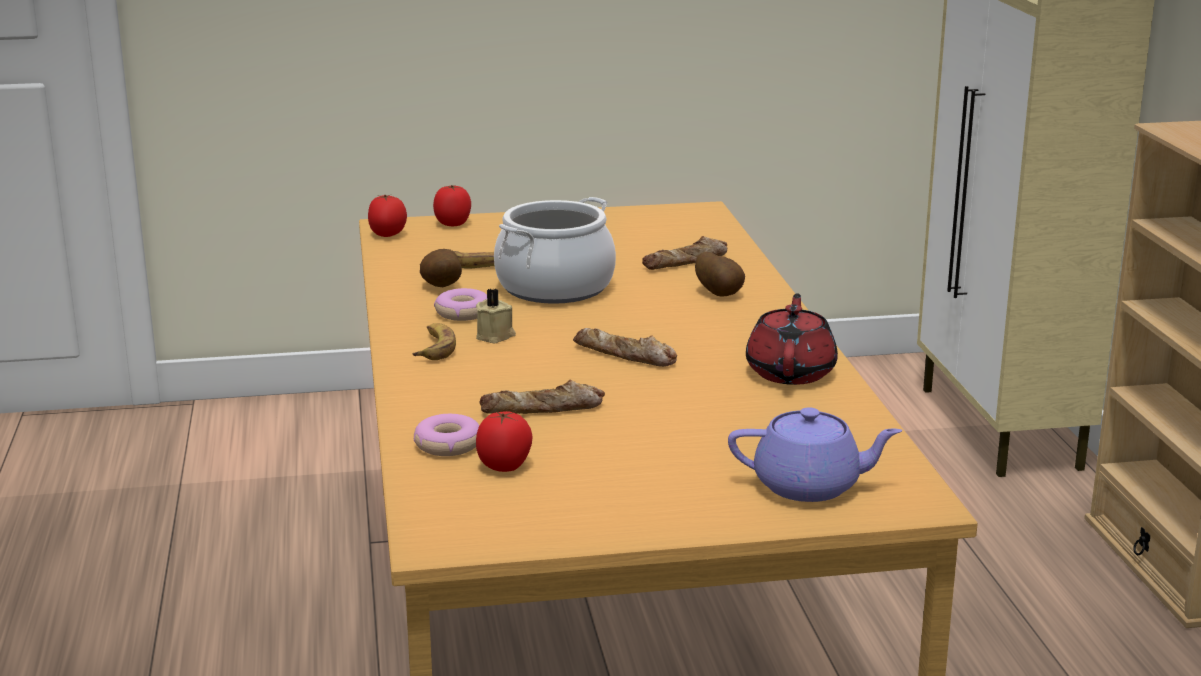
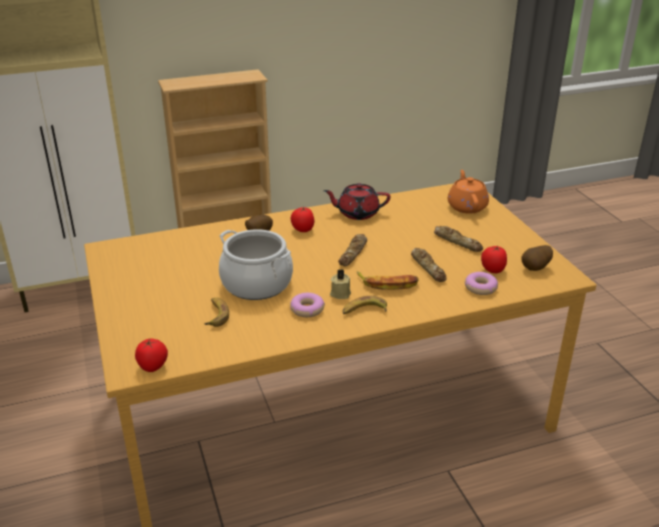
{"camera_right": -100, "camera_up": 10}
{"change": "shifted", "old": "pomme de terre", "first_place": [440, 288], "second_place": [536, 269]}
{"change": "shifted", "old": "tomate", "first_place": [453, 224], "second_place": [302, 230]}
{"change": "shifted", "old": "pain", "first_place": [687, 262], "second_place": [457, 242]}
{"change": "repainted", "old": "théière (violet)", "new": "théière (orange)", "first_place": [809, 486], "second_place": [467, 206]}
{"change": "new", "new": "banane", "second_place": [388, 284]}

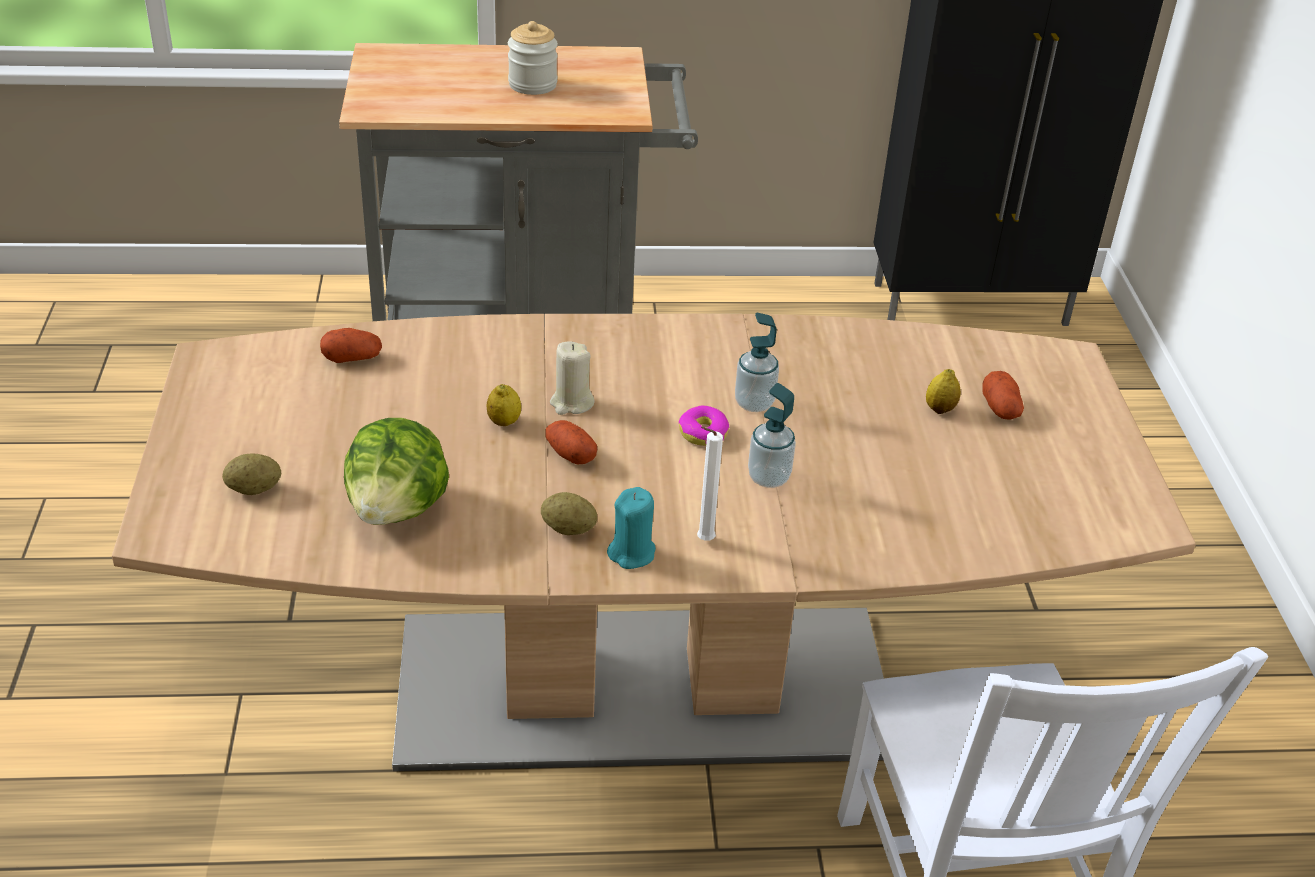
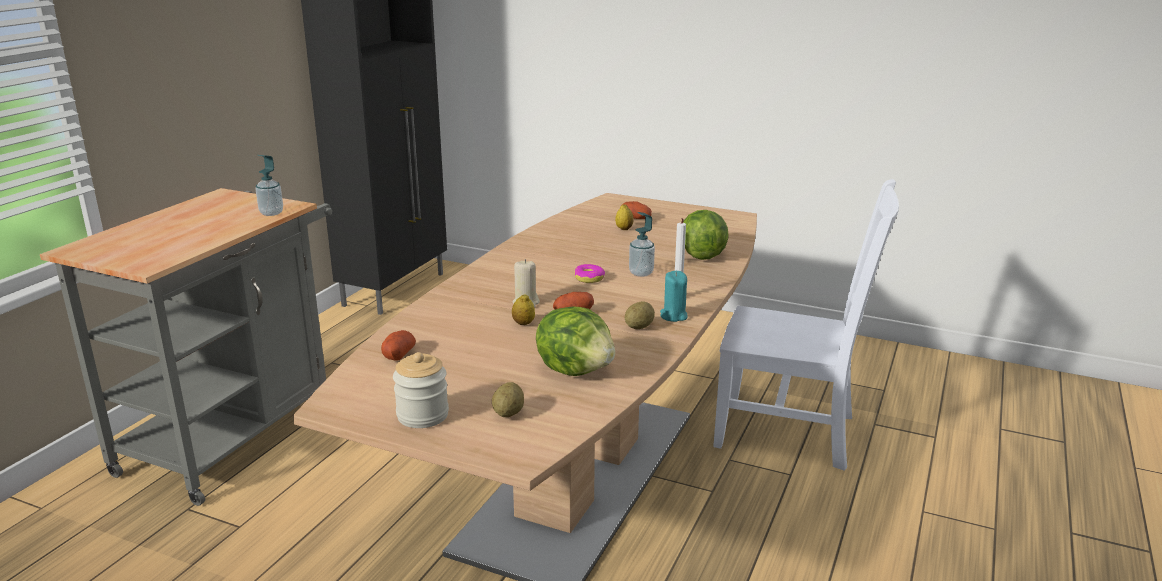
{"camera_right": -60, "camera_up": -15}
{"change": "shifted", "old": "bocal", "first_place": [532, 84], "second_place": [422, 415]}
{"change": "shifted", "old": "distributeur de savon", "first_place": [754, 403], "second_place": [271, 213]}
{"change": "new", "new": "laitue", "second_place": [702, 253]}

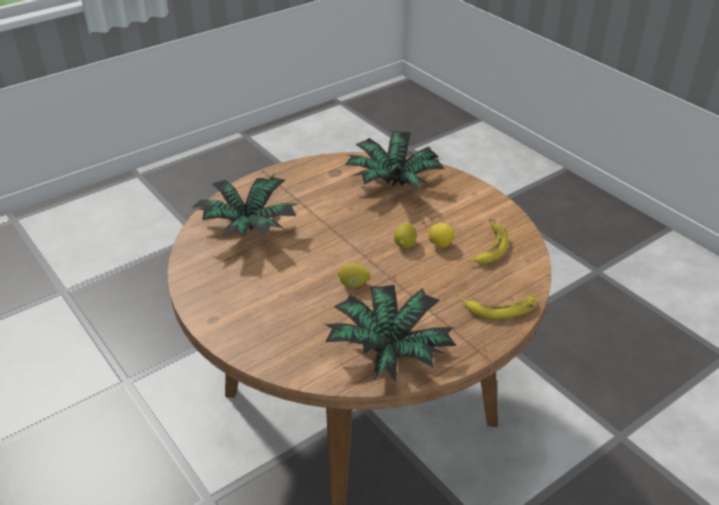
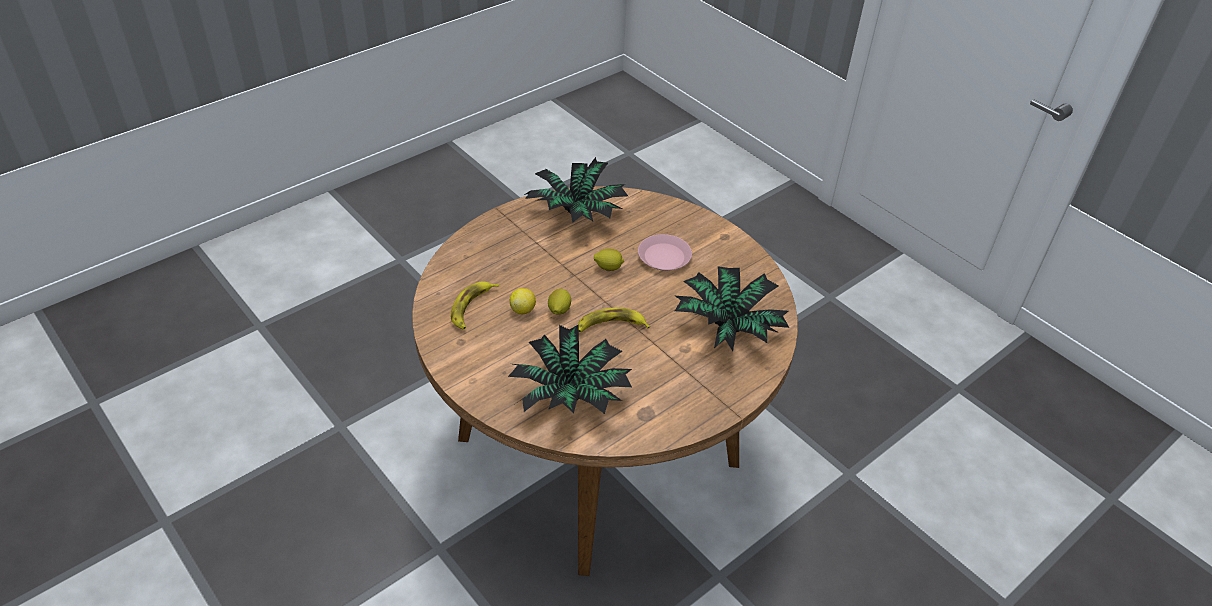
{"camera_right": 175, "camera_up": 5}
{"change": "shifted", "old": "banane", "first_place": [501, 308], "second_place": [610, 325]}
{"change": "new", "new": "assiette (rose)", "second_place": [664, 256]}

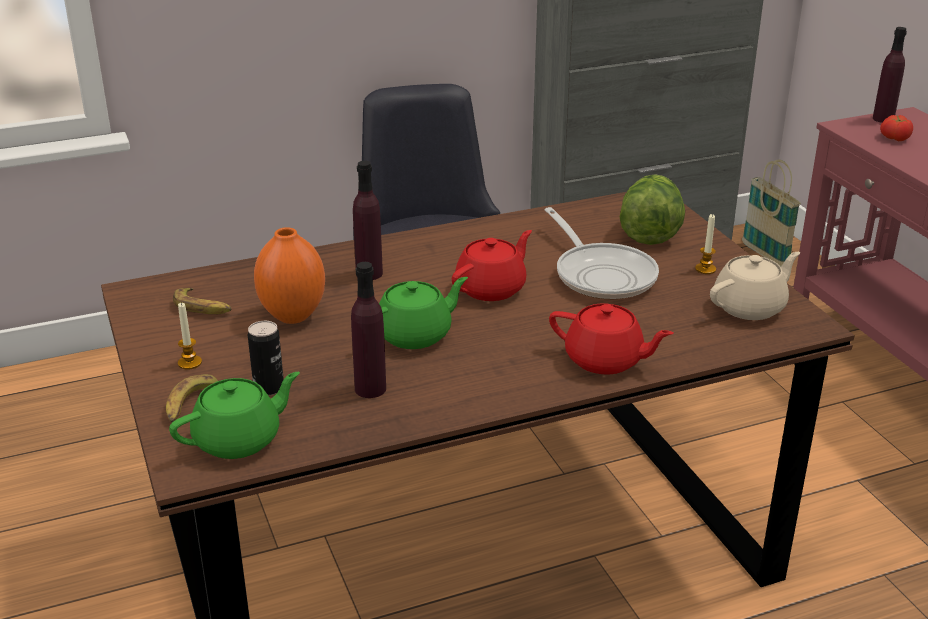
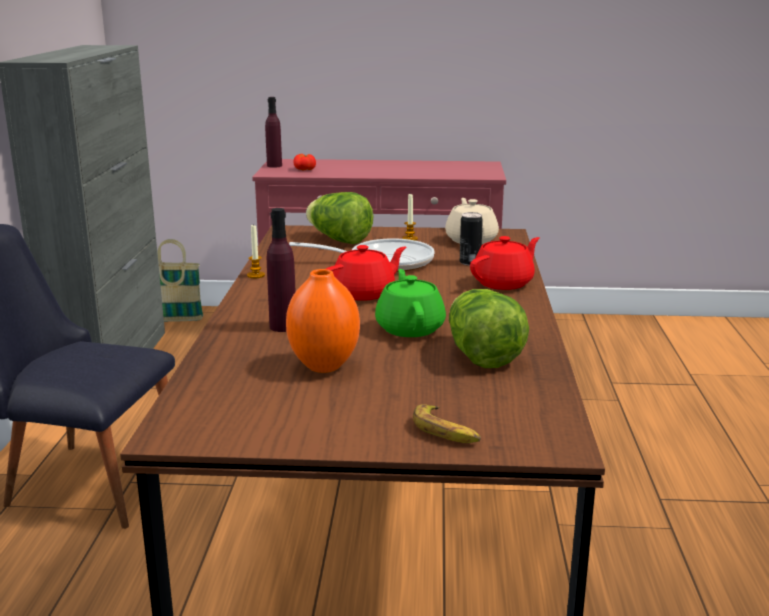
{"camera_right": -65, "camera_up": -10}
{"change": "gone", "old": "théière (vert)", "first_place": [239, 440]}
{"change": "gone", "old": "banane", "first_place": [202, 307]}
{"change": "shifted", "old": "bougie", "first_place": [190, 363], "second_place": [256, 275]}
{"change": "shifted", "old": "boîte métallique", "first_place": [269, 387], "second_place": [470, 262]}
{"change": "swapped", "old": "bouteille (violet)", "new": "laitue", "first_place": [370, 389], "second_place": [481, 356]}
{"change": "rotated", "old": "théière (rouge)", "first_place": [492, 288], "second_place": [364, 293], "degrees": 75}

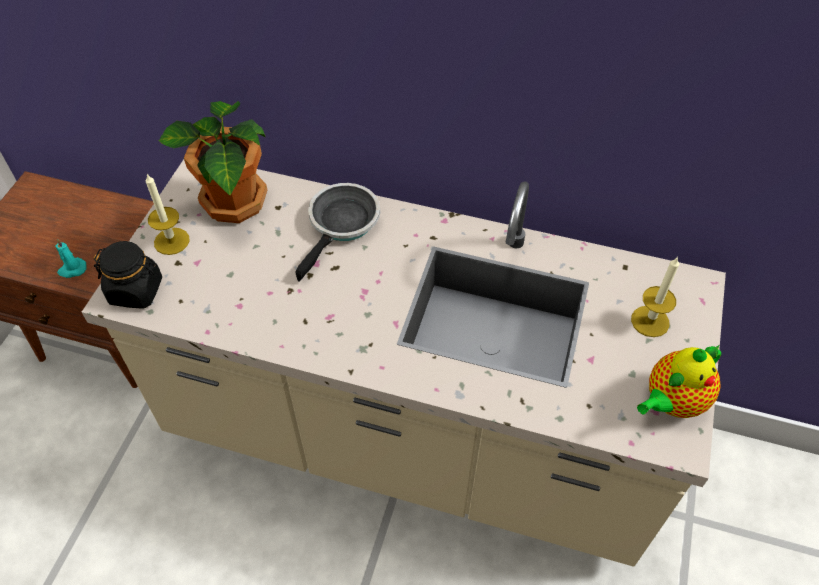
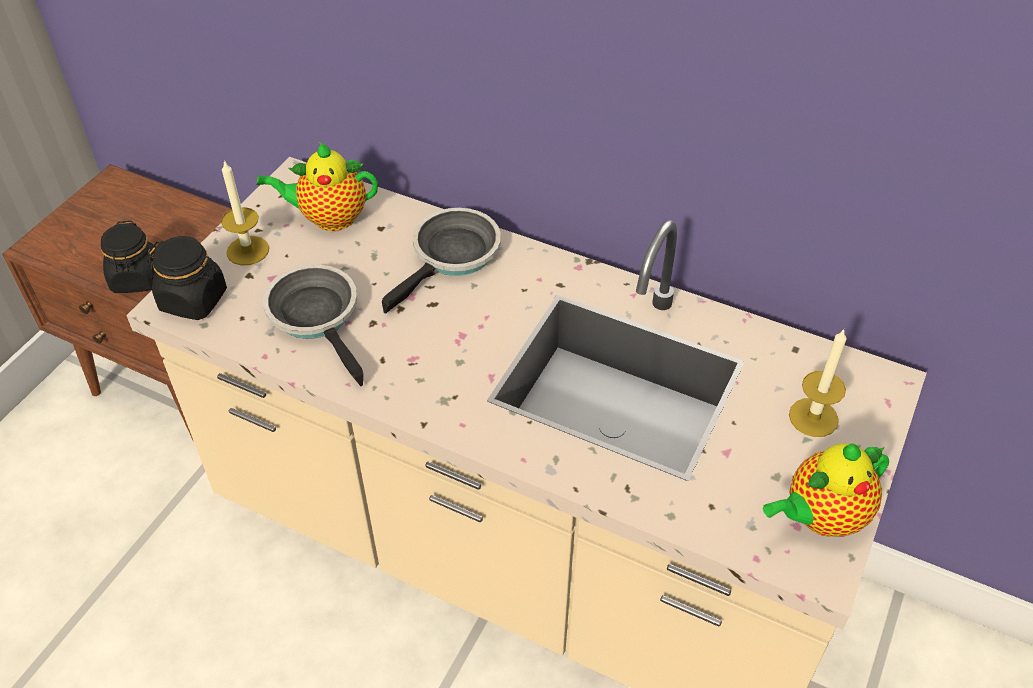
{"camera_right": 10, "camera_up": -5}
{"change": "swapped", "old": "bougie (turquoise)", "new": "bocal (noir)", "first_place": [72, 269], "second_place": [137, 278]}
{"change": "swapped", "old": "plante en pot", "new": "théière", "first_place": [233, 204], "second_place": [329, 218]}
{"change": "new", "new": "poêle", "second_place": [317, 317]}

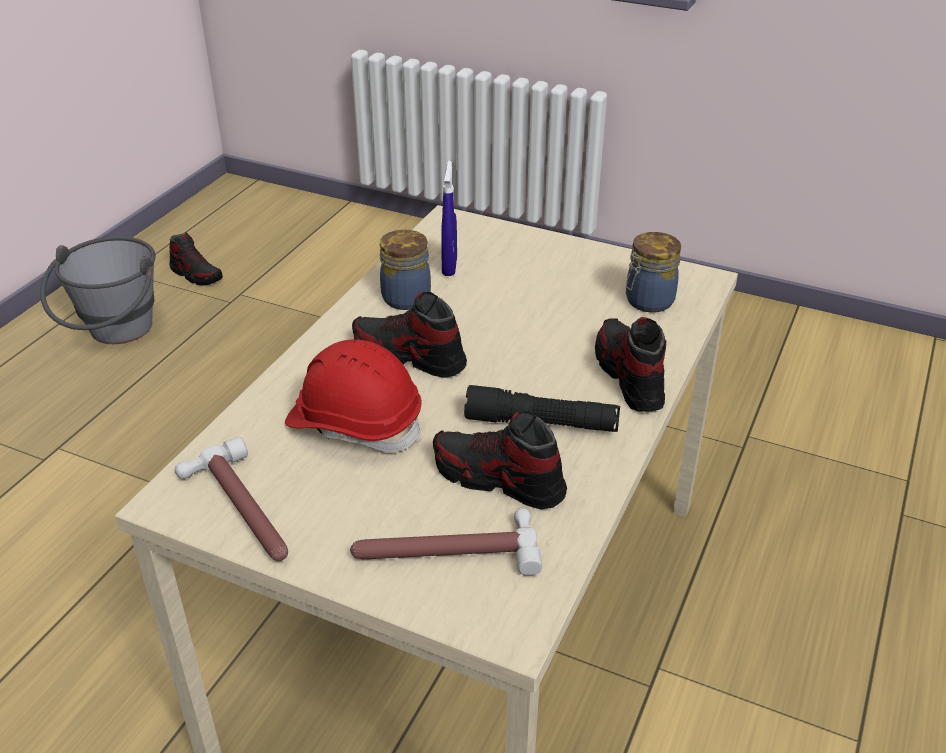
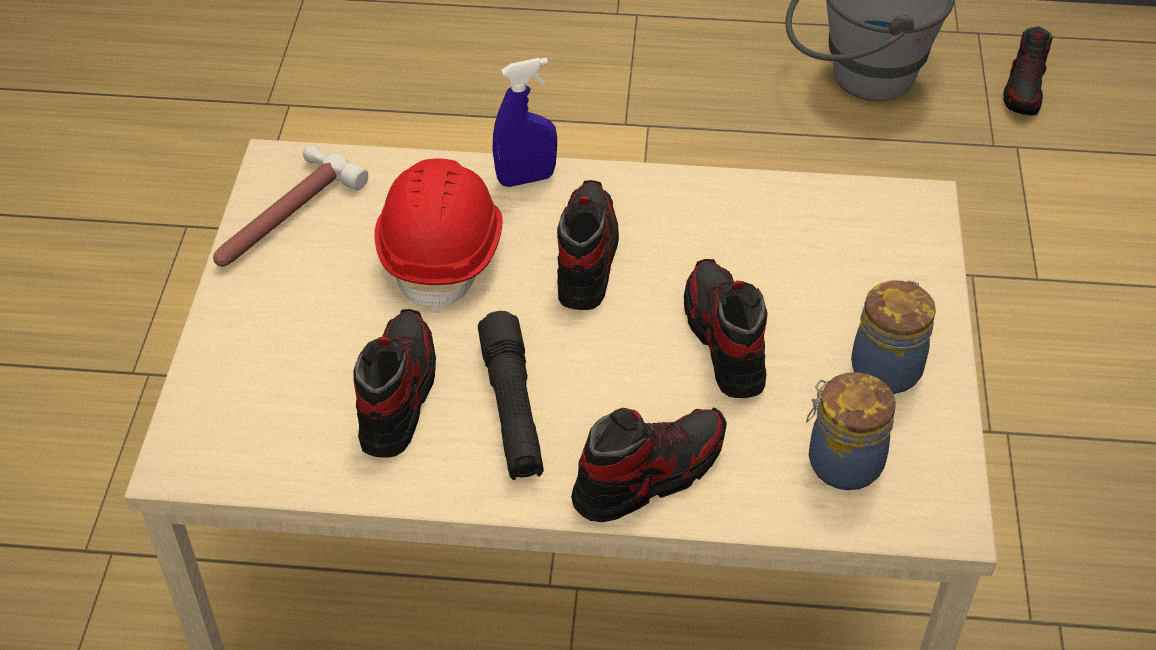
{"camera_right": 70, "camera_up": 10}
{"change": "gone", "old": "marteau", "first_place": [444, 551]}
{"change": "shifted", "old": "bocal", "first_place": [404, 297], "second_place": [887, 368]}
{"change": "shifted", "old": "vaporisateur (bleu)", "first_place": [449, 266], "second_place": [526, 179]}
{"change": "new", "new": "chaussure", "second_place": [724, 341]}

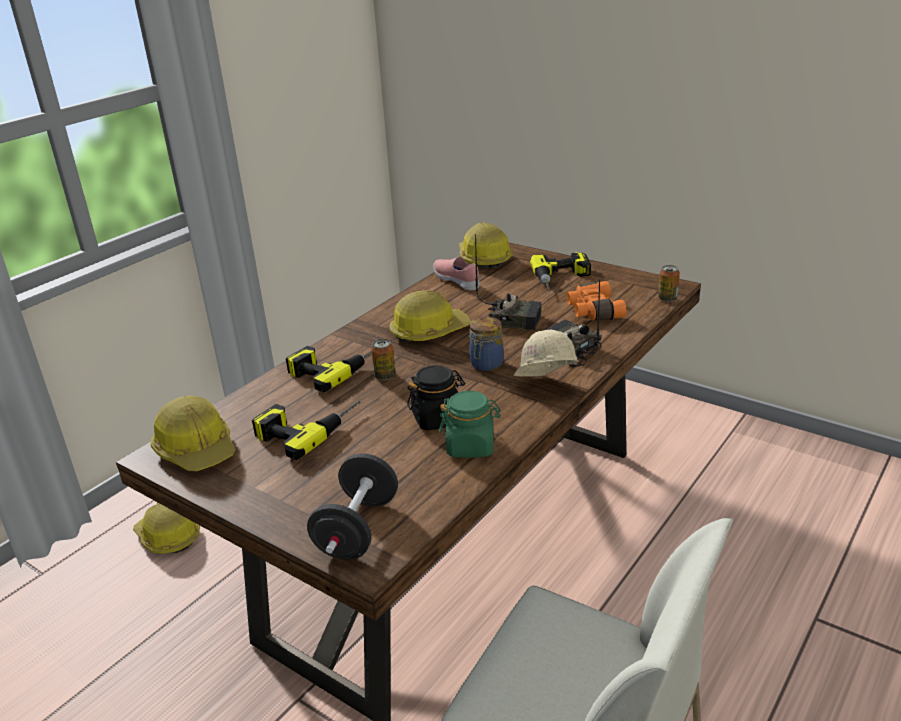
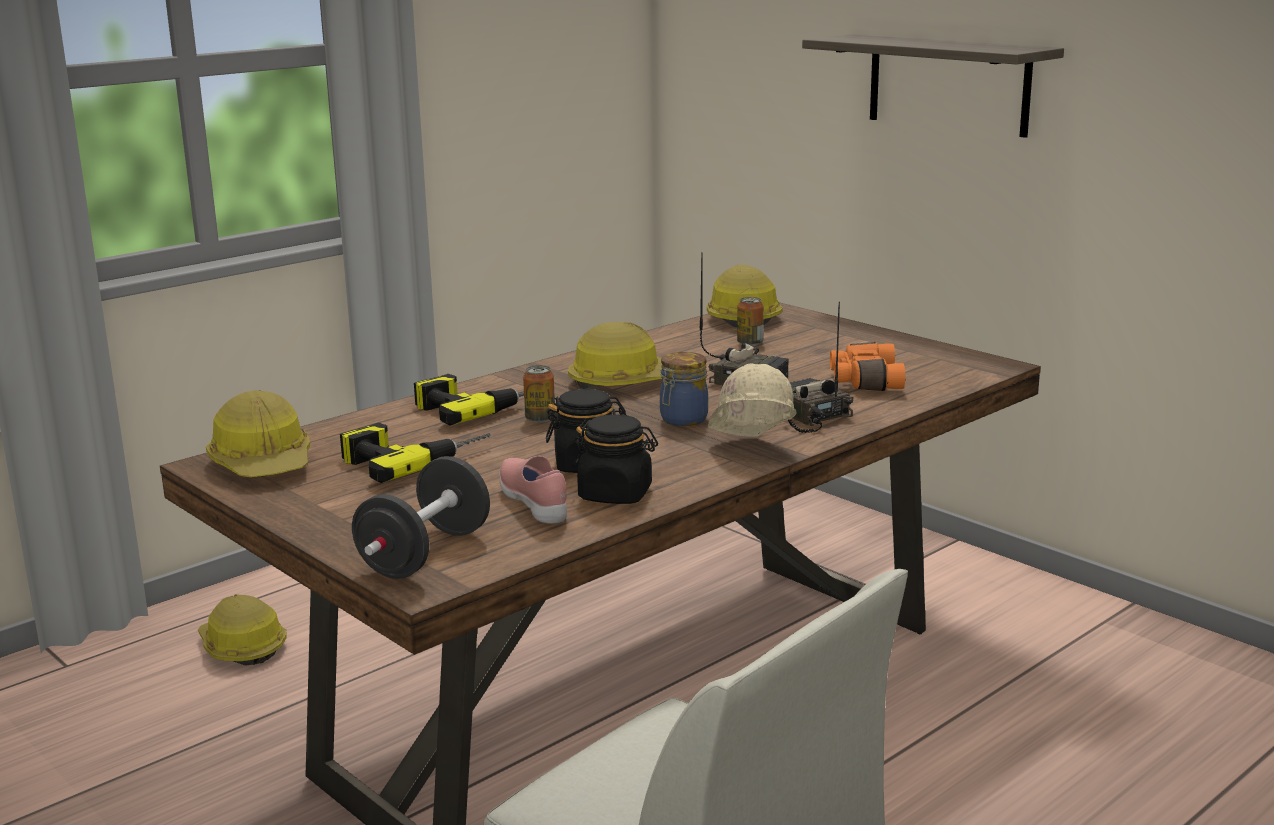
{"camera_right": 10, "camera_up": -10}
{"change": "shifted", "old": "chaussure (rose)", "first_place": [457, 281], "second_place": [535, 504]}
{"change": "repainted", "old": "bocal (vert)", "new": "bocal (noir)", "first_place": [471, 446], "second_place": [616, 494]}
{"change": "gone", "old": "perceuse", "first_place": [563, 279]}
{"change": "shifted", "old": "boîte métallique", "first_place": [667, 298], "second_place": [750, 343]}
{"change": "new", "new": "étagère", "second_place": [948, 84]}

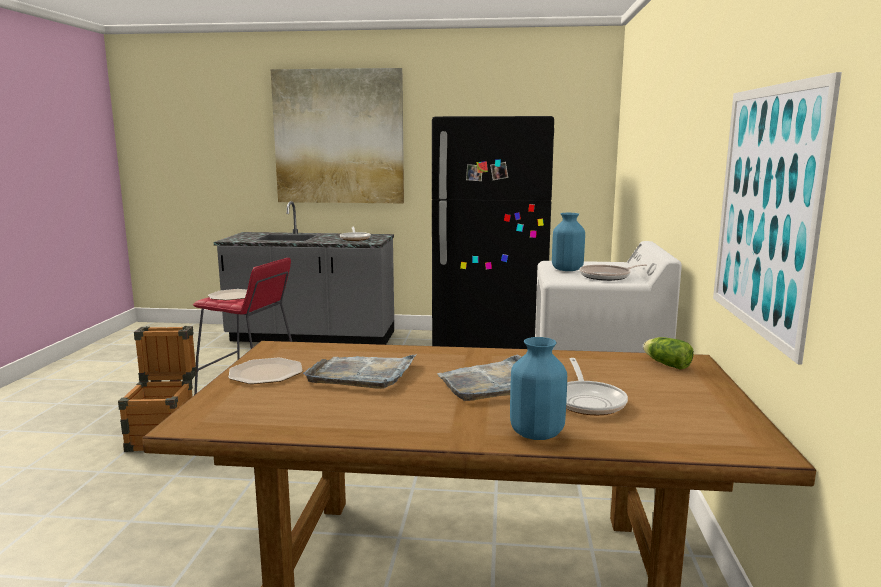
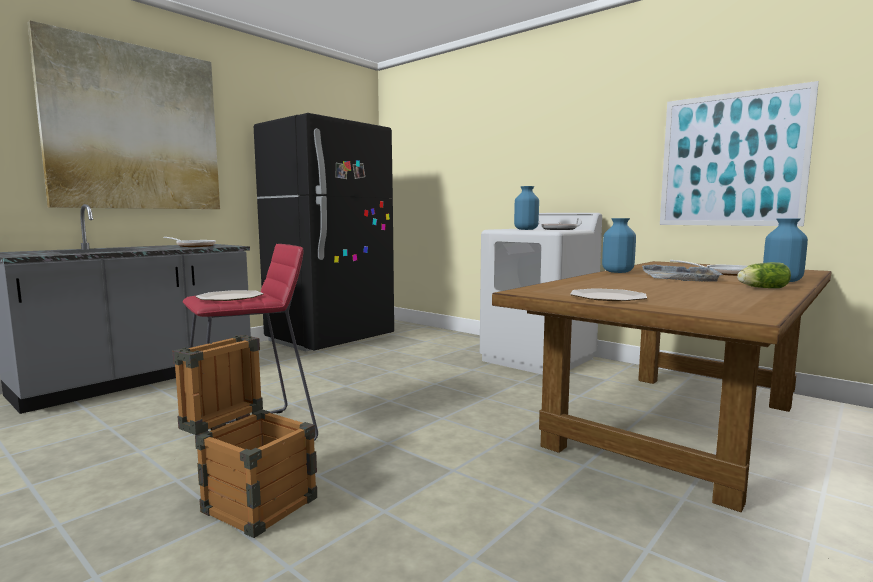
{"camera_right": -55, "camera_up": -5}
{"change": "gone", "old": "plateau (gris)", "first_place": [362, 374]}
{"change": "shifted", "old": "laitue", "first_place": [665, 364], "second_place": [761, 288]}
{"change": "new", "new": "vase (bleu)", "second_place": [617, 272]}

